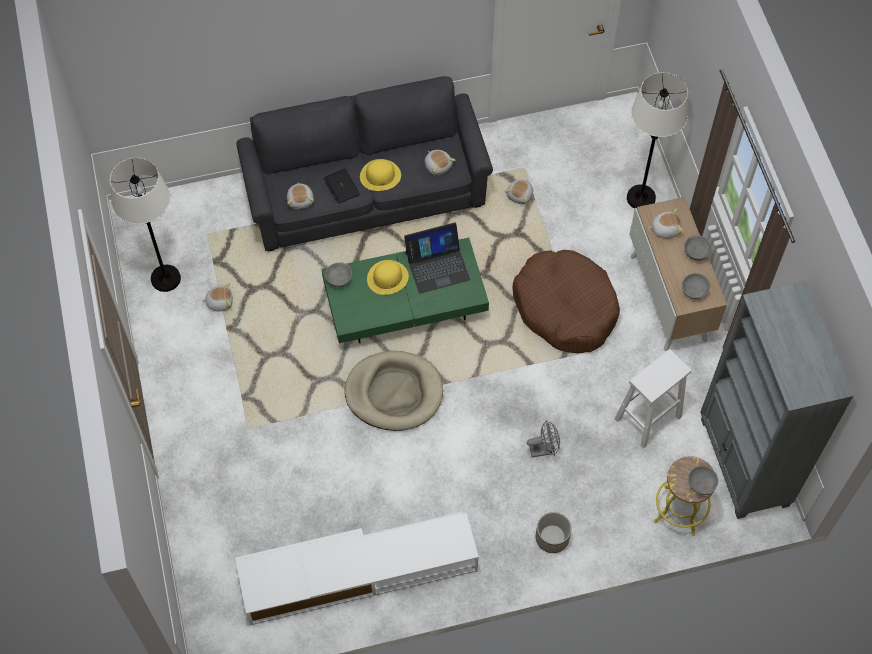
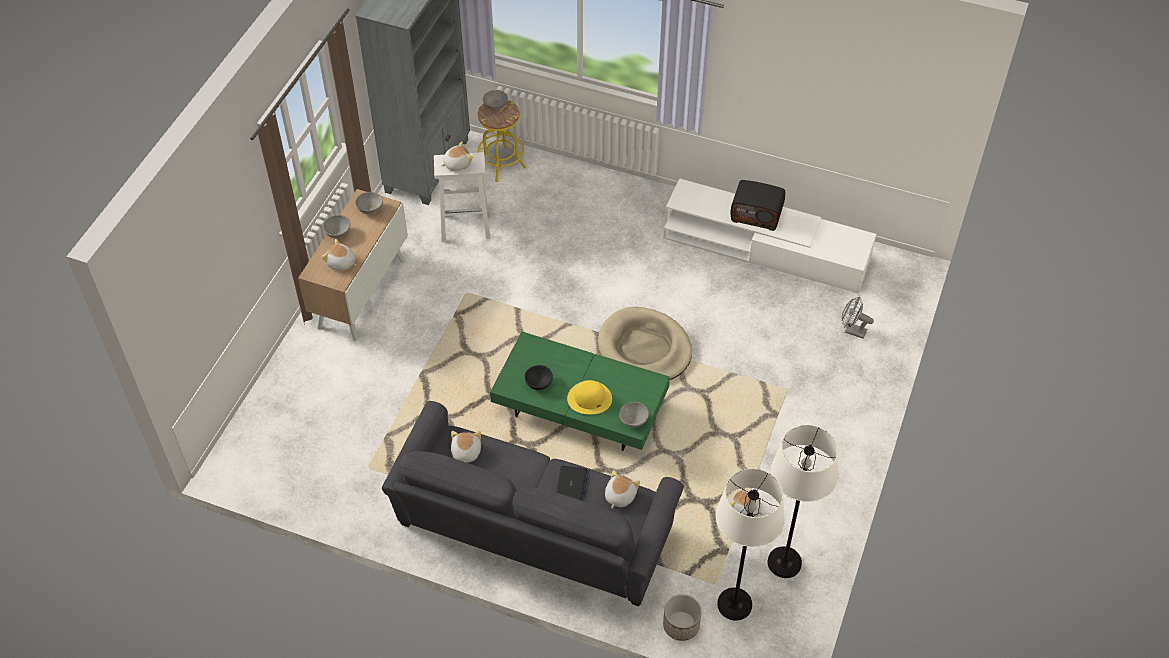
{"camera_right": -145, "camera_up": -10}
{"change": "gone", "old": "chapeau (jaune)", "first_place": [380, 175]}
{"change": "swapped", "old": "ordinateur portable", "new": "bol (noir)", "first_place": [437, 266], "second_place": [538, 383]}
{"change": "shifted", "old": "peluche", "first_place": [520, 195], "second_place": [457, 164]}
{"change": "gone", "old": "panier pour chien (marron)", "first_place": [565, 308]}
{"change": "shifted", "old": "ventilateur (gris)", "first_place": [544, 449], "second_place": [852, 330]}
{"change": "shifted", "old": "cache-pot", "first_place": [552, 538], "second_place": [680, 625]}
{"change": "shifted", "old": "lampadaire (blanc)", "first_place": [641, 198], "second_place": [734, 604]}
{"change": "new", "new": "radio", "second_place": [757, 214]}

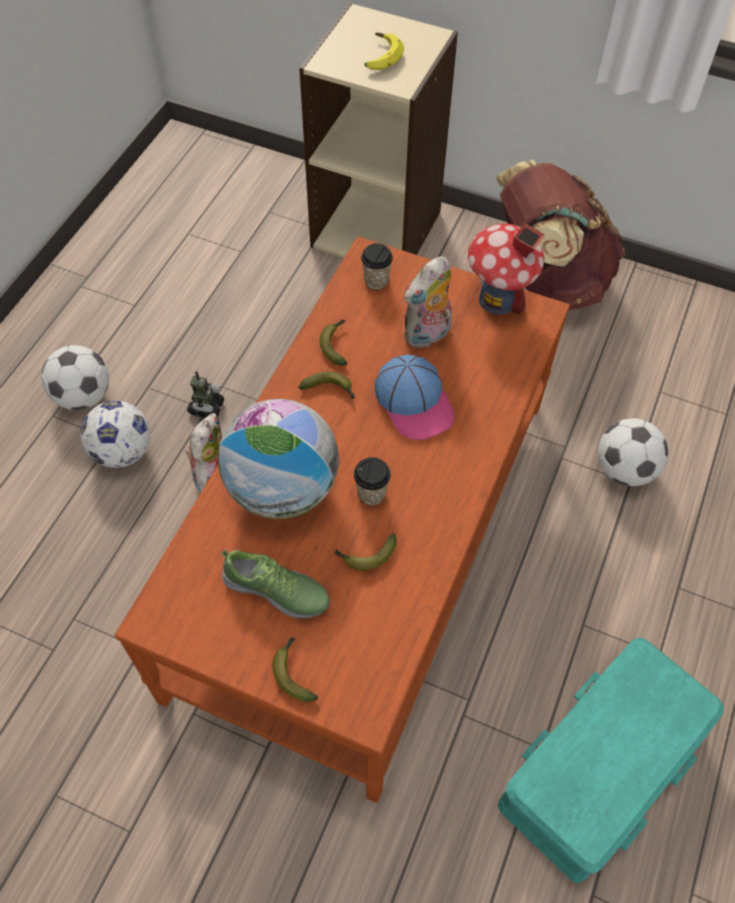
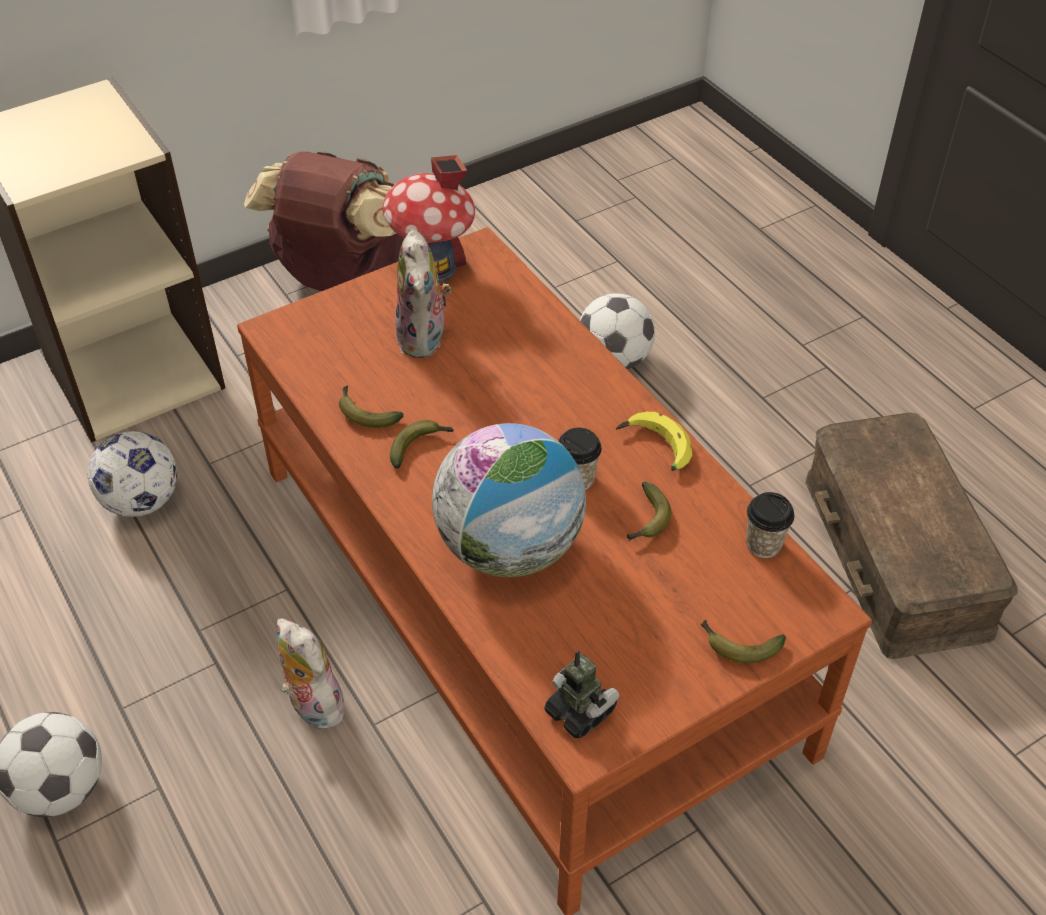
{"camera_right": -55, "camera_up": -10}
{"change": "shifted", "old": "ballon de foot", "first_place": [123, 451], "second_place": [142, 501]}
{"change": "shifted", "old": "robot jouet", "first_place": [206, 408], "second_place": [580, 711]}
{"change": "gone", "old": "chaussure", "first_place": [277, 590]}
{"change": "shifted", "old": "tasse", "first_place": [376, 280], "second_place": [763, 544]}
{"change": "shifted", "old": "banane", "first_place": [379, 57], "second_place": [654, 448]}
{"change": "gone", "old": "casquette", "first_place": [414, 402]}
{"change": "repainted", "old": "boîte de rangement (turquoise)", "new": "boîte de rangement (marron)", "first_place": [603, 766], "second_place": [898, 554]}

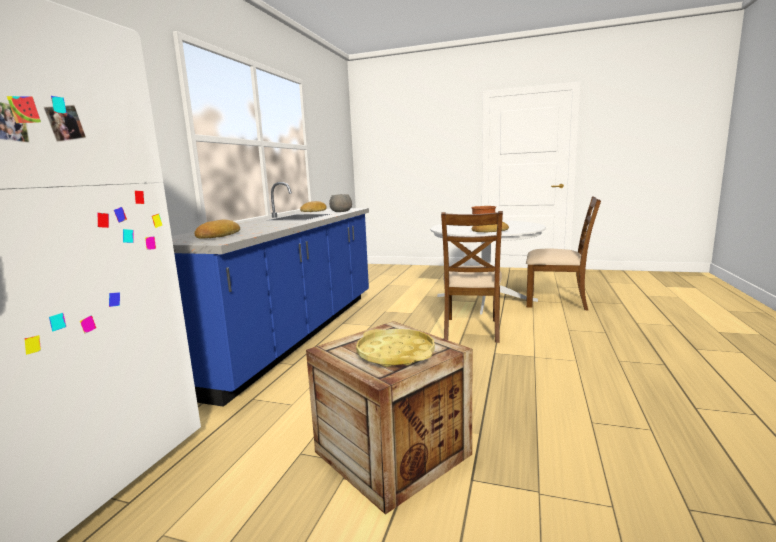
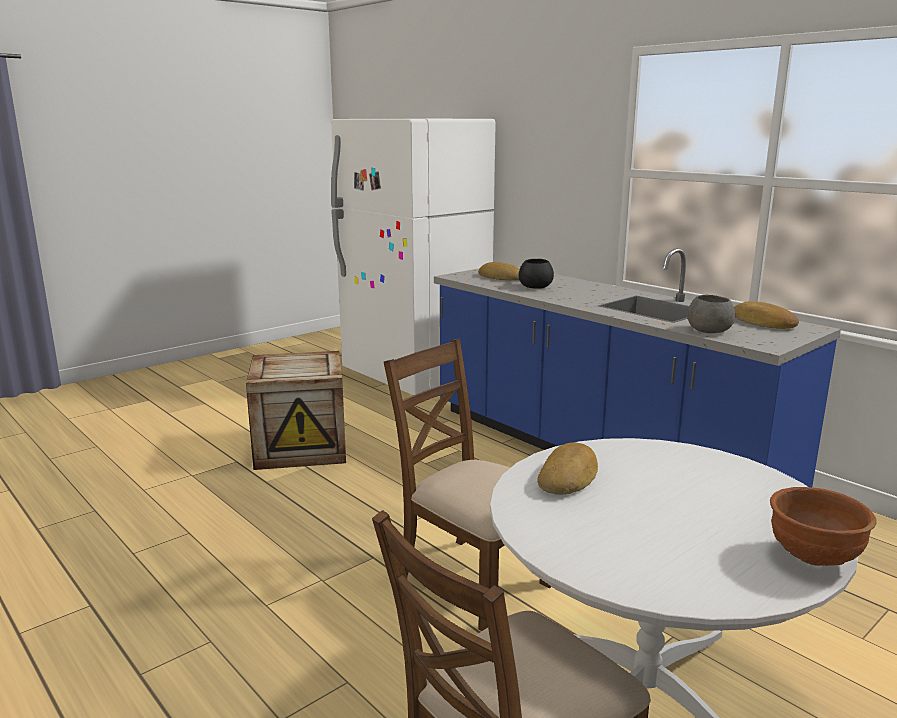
{"camera_right": 120, "camera_up": 5}
{"change": "gone", "old": "plateau (jaune)", "first_place": [395, 354]}
{"change": "new", "new": "bol (noir)", "second_place": [535, 287]}

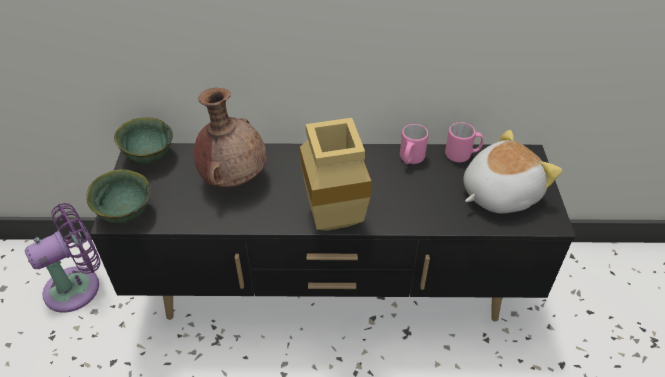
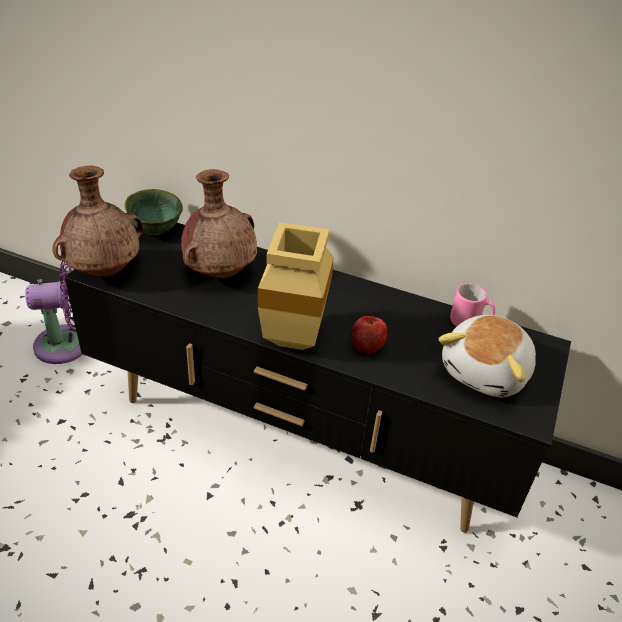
{"camera_right": 20, "camera_up": -5}
{"change": "swapped", "old": "bol (vert)", "new": "vase (marron)", "first_place": [126, 213], "second_place": [105, 271]}
{"change": "gone", "old": "mug (rose)", "first_place": [410, 160]}
{"change": "rotated", "old": "peluche", "first_place": [498, 193], "second_place": [487, 372], "degrees": 135}
{"change": "new", "new": "pomme", "second_place": [367, 345]}

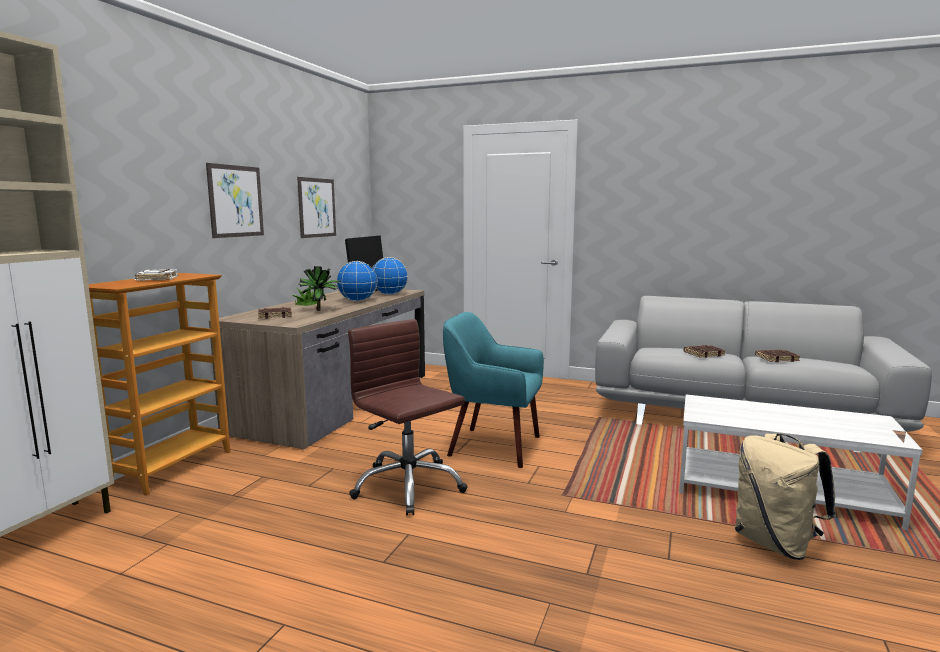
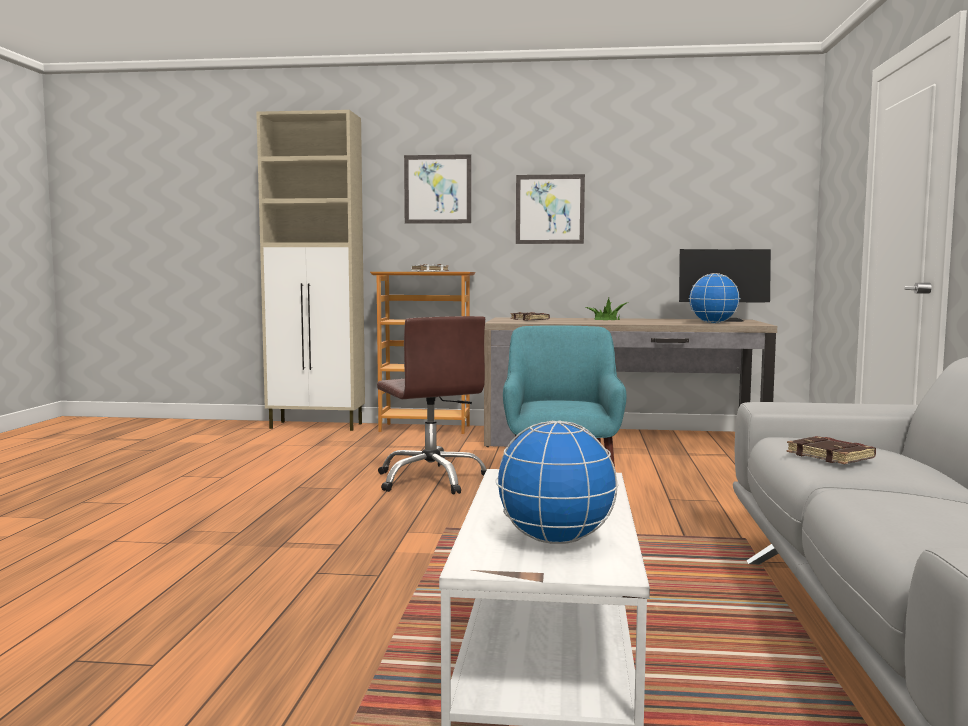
{"camera_right": 75, "camera_up": -5}
{"change": "shifted", "old": "tableau", "first_place": [317, 207], "second_place": [437, 189]}
{"change": "gone", "old": "plante en pot", "first_place": [321, 310]}
{"change": "shifted", "old": "globe", "first_place": [357, 301], "second_place": [556, 540]}
{"change": "rotated", "old": "chaise de bureau (marron)", "first_place": [408, 486], "second_place": [431, 480], "degrees": 120}
{"change": "gone", "old": "sac à dos (beige)", "first_place": [776, 544]}
{"change": "gone", "old": "livre (marron)", "first_place": [776, 358]}

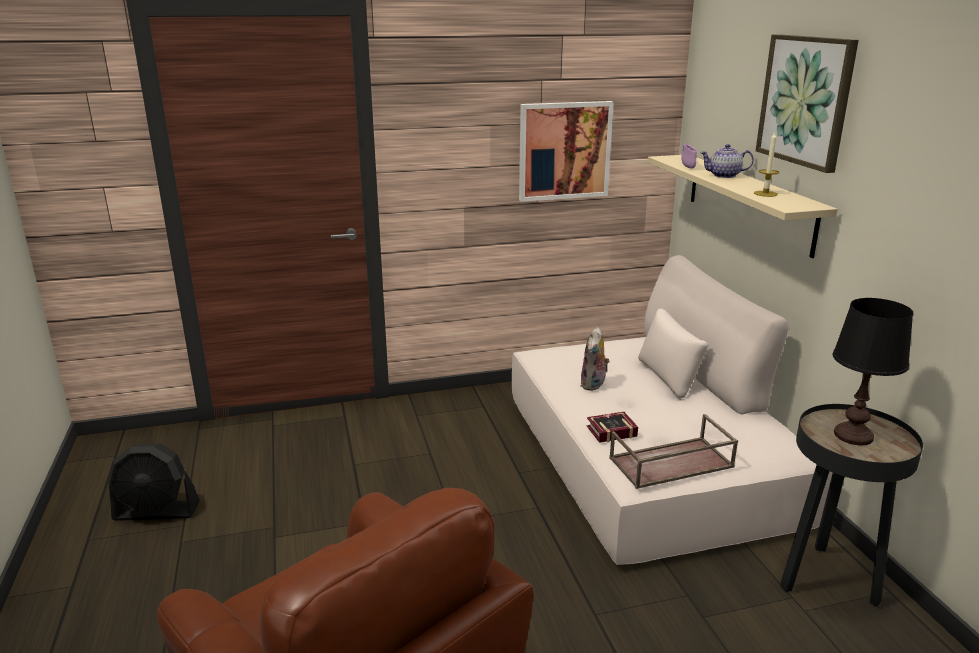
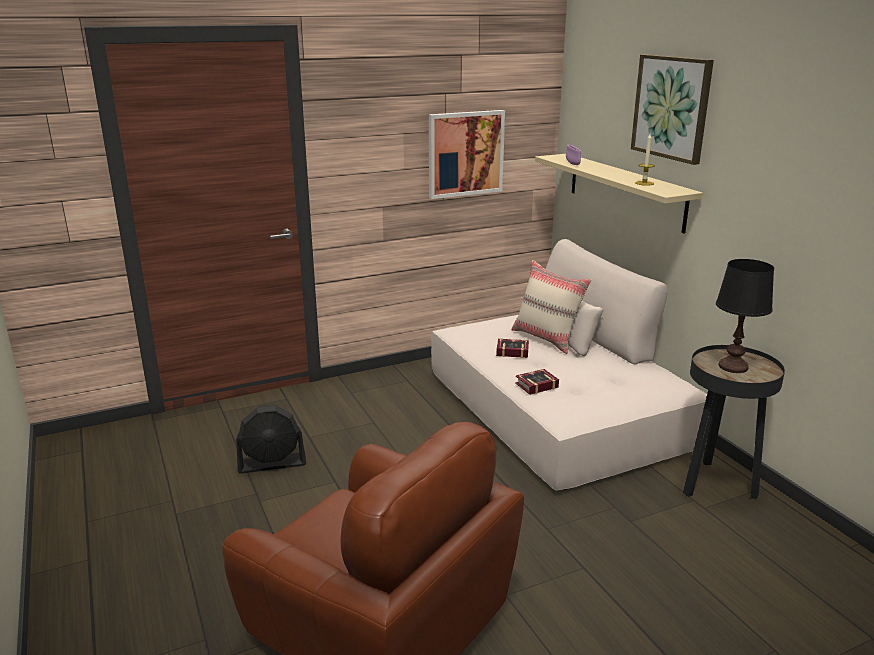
{"camera_right": -10, "camera_up": 0}
{"change": "shifted", "old": "ventilateur (noir)", "first_place": [157, 511], "second_place": [272, 463]}
{"change": "swapped", "old": "peluche", "new": "livre", "first_place": [594, 385], "second_place": [511, 351]}
{"change": "gone", "old": "plateau (marron)", "first_place": [670, 463]}
{"change": "gone", "old": "théière", "first_place": [724, 175]}
{"change": "new", "new": "coussin (beige)", "second_place": [547, 338]}

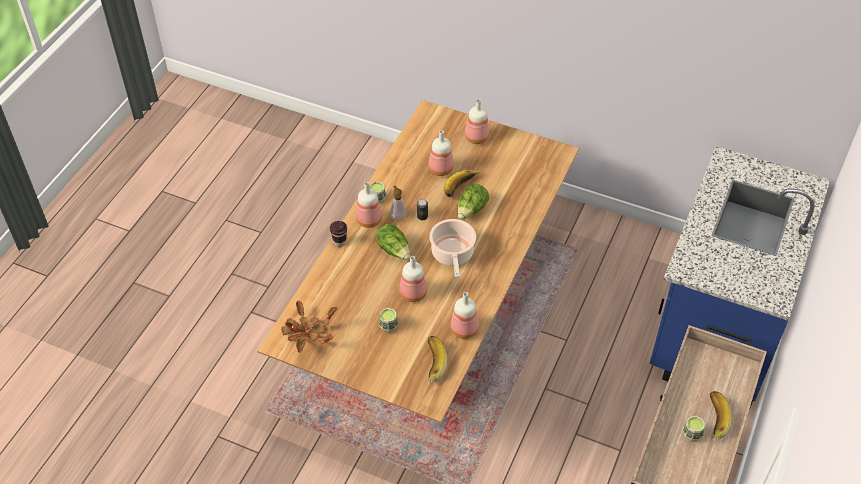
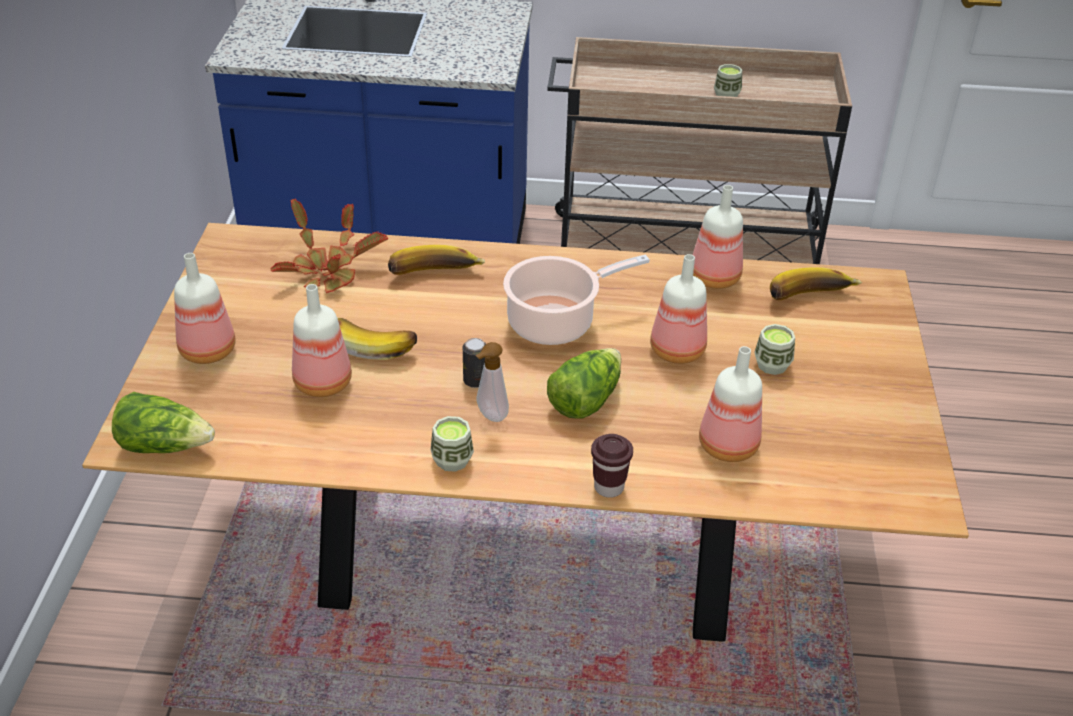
{"camera_right": -110, "camera_up": -10}
{"change": "shifted", "old": "plante en pot", "first_place": [306, 333], "second_place": [328, 270]}
{"change": "shifted", "old": "bouteille", "first_place": [368, 219], "second_place": [727, 447]}
{"change": "shifted", "old": "laitue", "first_place": [471, 210], "second_place": [165, 445]}
{"change": "shifted", "old": "banane", "first_place": [713, 420], "second_place": [435, 276]}

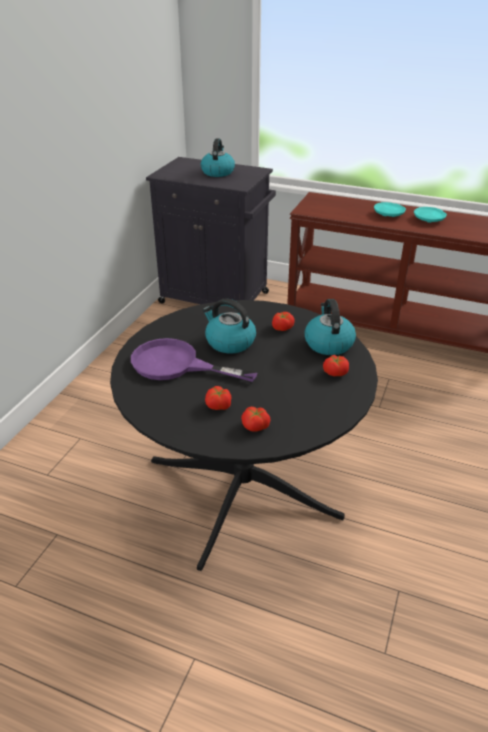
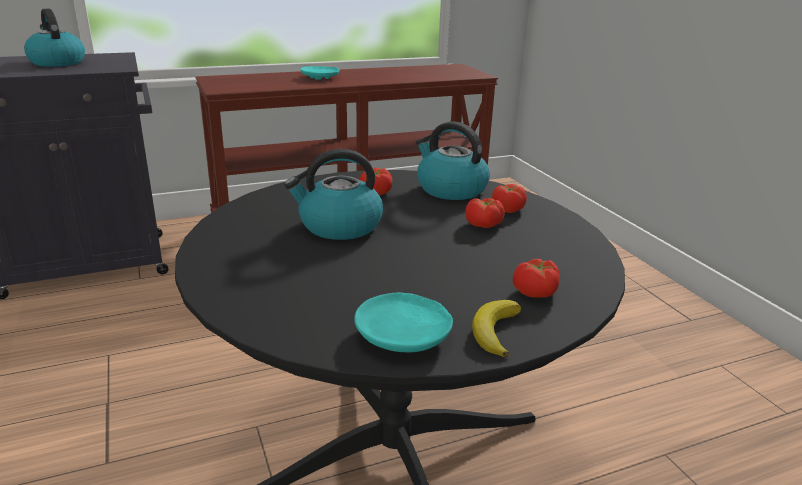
{"camera_right": -45, "camera_up": -10}
{"change": "gone", "old": "poêle (violet)", "first_place": [176, 365]}
{"change": "shifted", "old": "tomate", "first_place": [218, 406], "second_place": [483, 225]}
{"change": "shifted", "old": "assiette (turquoise)", "first_place": [429, 219], "second_place": [404, 335]}
{"change": "new", "new": "banane", "second_place": [495, 331]}

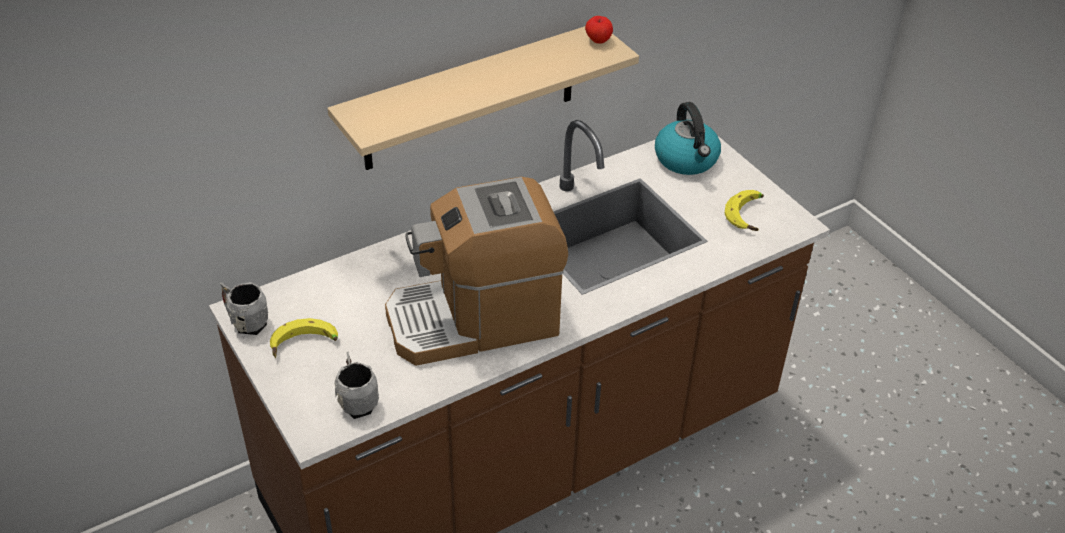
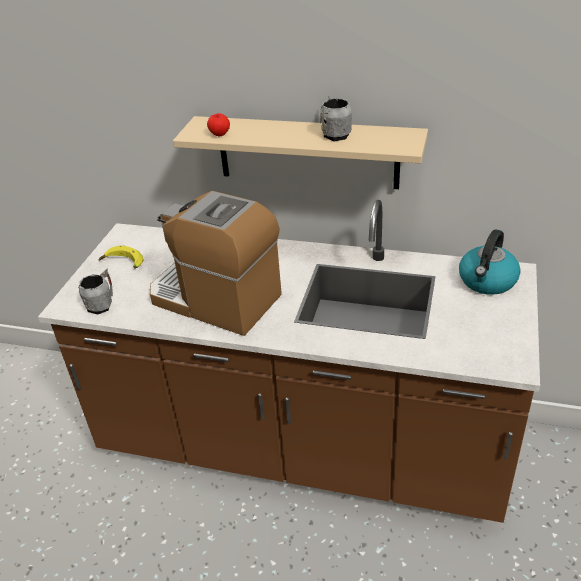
{"camera_right": 50, "camera_up": -5}
{"change": "shifted", "old": "mug (gris)", "first_place": [246, 322], "second_place": [335, 134]}
{"change": "shifted", "old": "pomme", "first_place": [598, 40], "second_place": [220, 134]}
{"change": "gone", "old": "banane", "first_place": [748, 215]}

